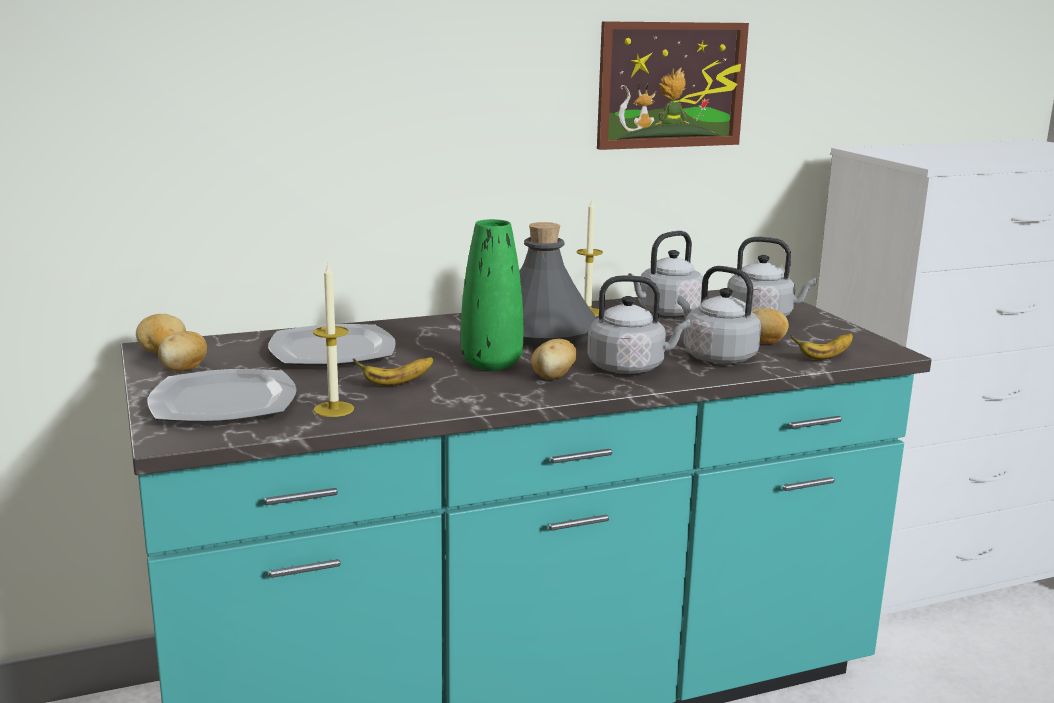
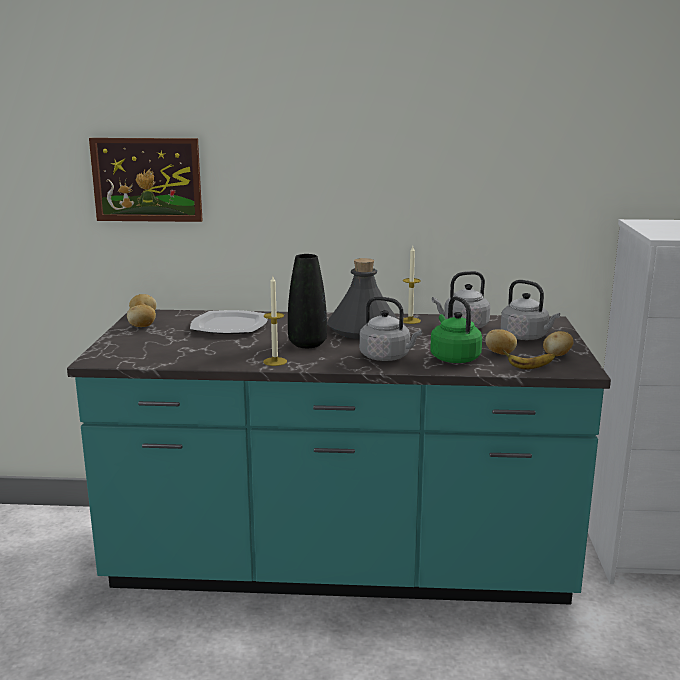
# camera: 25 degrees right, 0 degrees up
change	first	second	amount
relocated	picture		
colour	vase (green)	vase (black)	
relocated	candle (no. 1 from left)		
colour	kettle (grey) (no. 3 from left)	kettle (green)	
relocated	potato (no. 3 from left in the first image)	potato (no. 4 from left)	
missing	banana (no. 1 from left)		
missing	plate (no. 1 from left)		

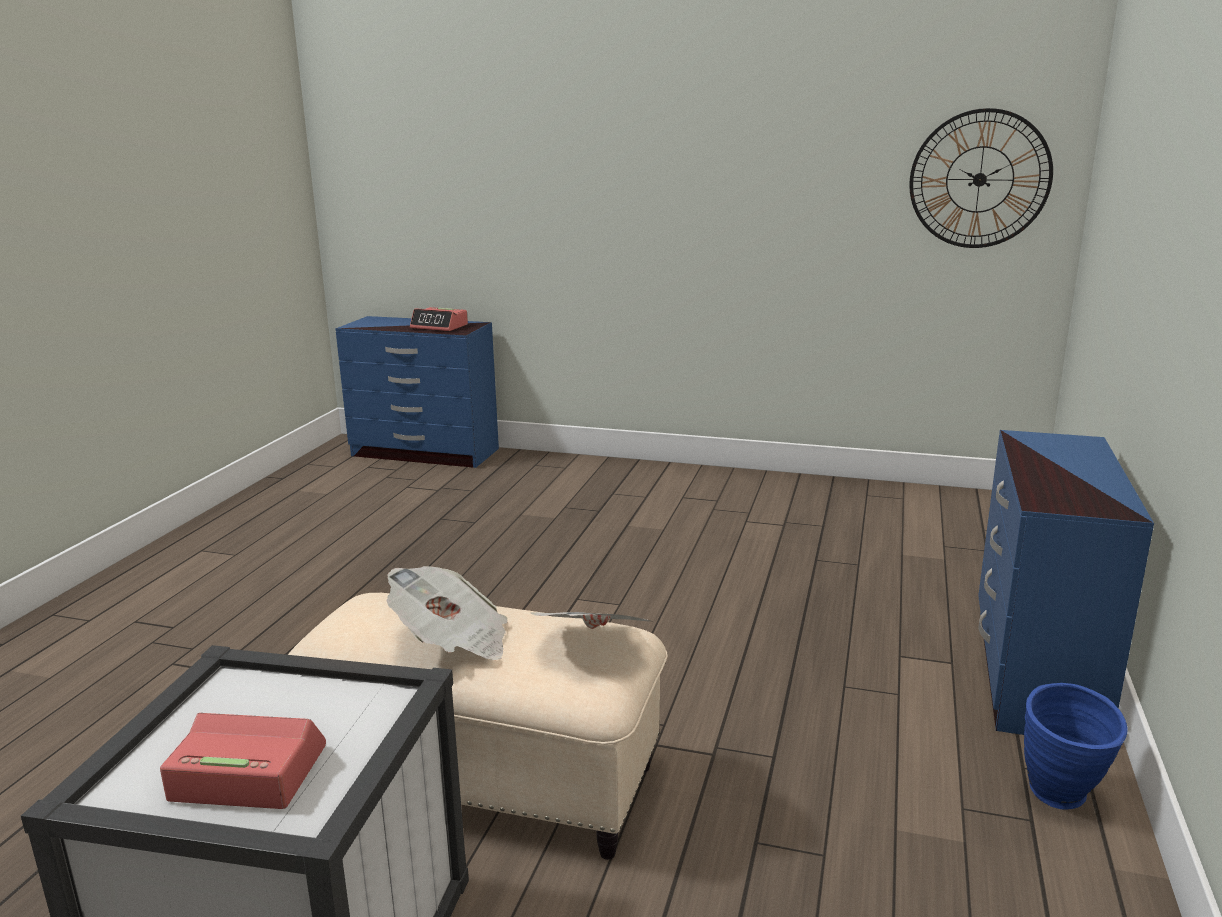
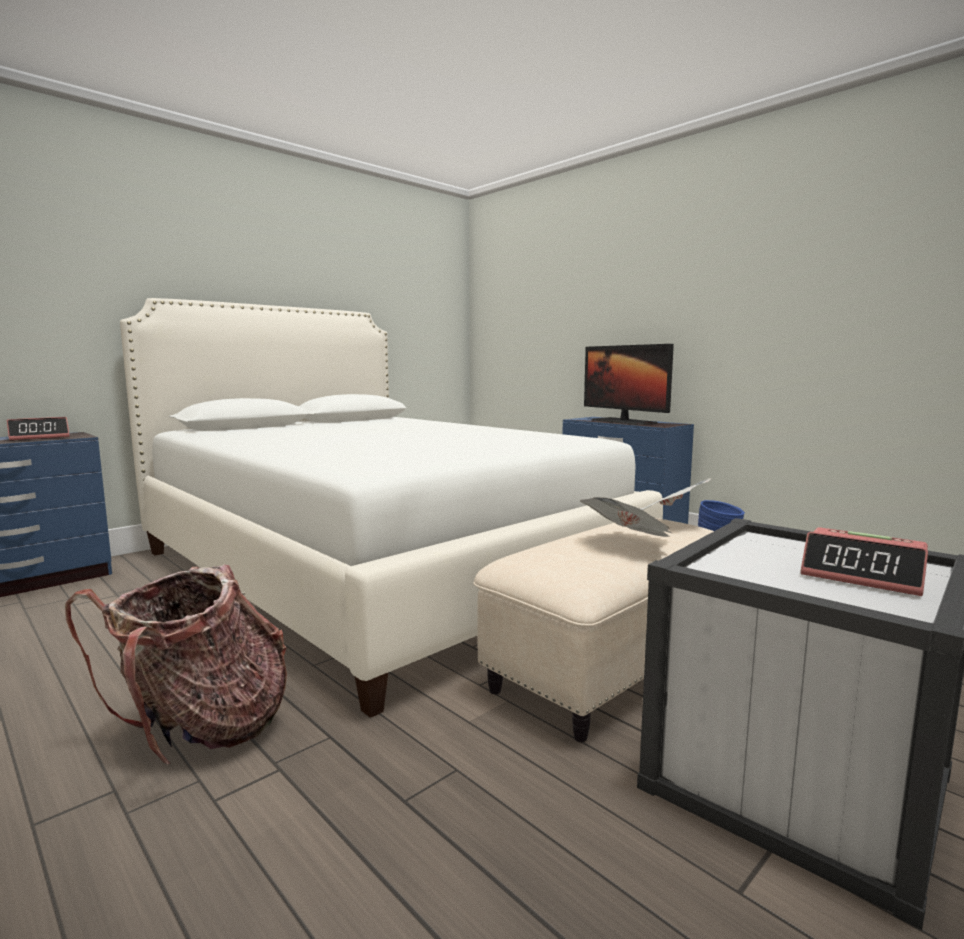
# camera: 60 degrees left, 10 degrees down
change	first	second	amount
missing	wall clock		
spun	alarm clock (no. 1 from left in the first image)	alarm clock (no. 2 from left)	90 degrees counterclockwise
appeared		bed (white)	
appeared		monitor	
appeared		backpack	

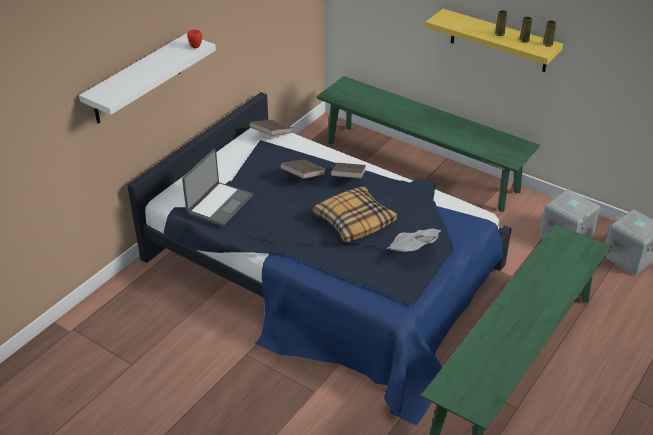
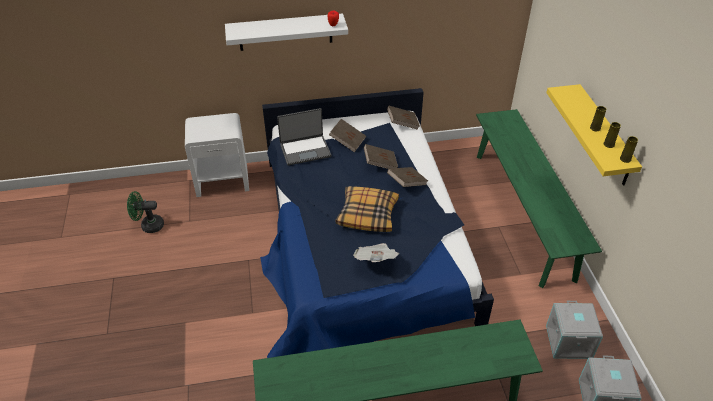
# camera: 45 degrees right, 5 degrees up
change	first	second	amount
appeared		nightstand (white)	
appeared		book (brown) (no. 1 from left)	
appeared		fan (green)	

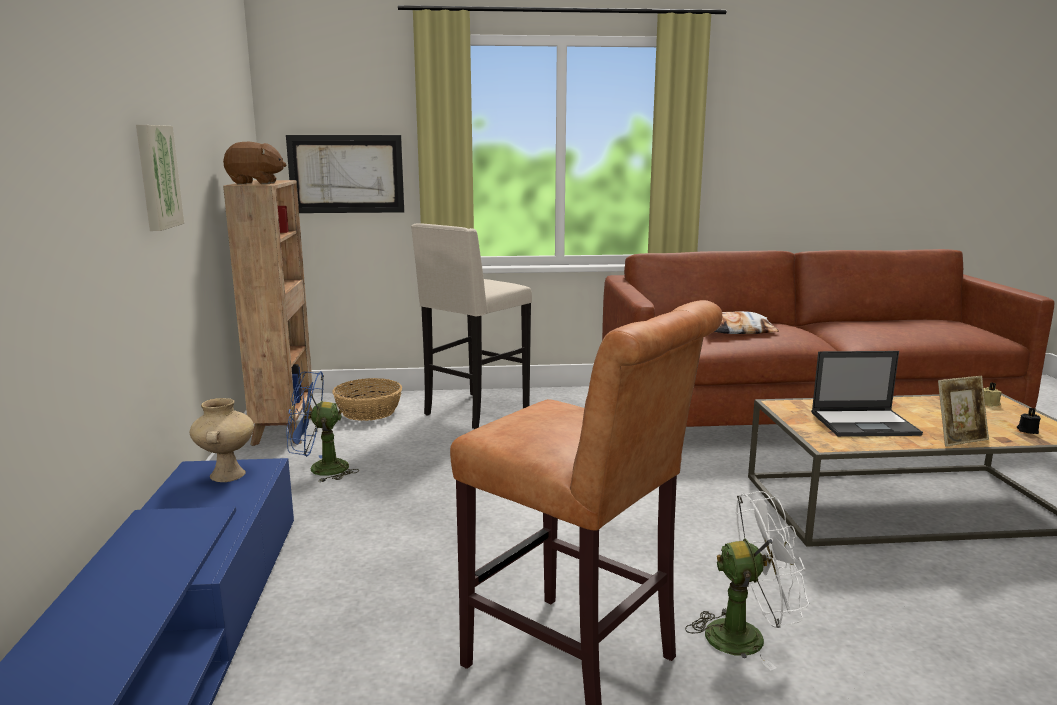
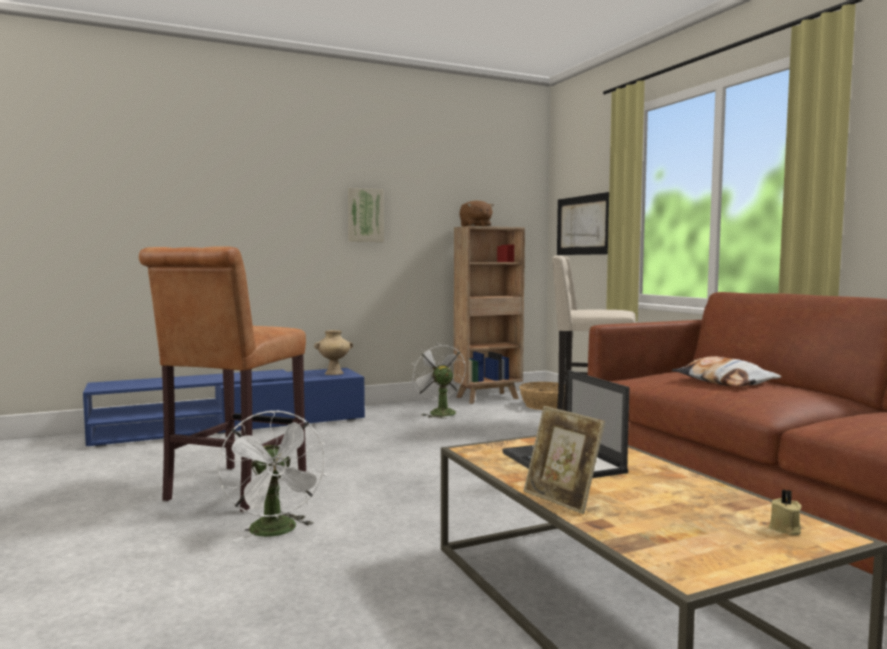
# camera: 70 degrees right, 10 degrees down
change	first	second	amount
colour	fan (blue)	fan (white) (no. 2 from left)	
missing	candle (black)		

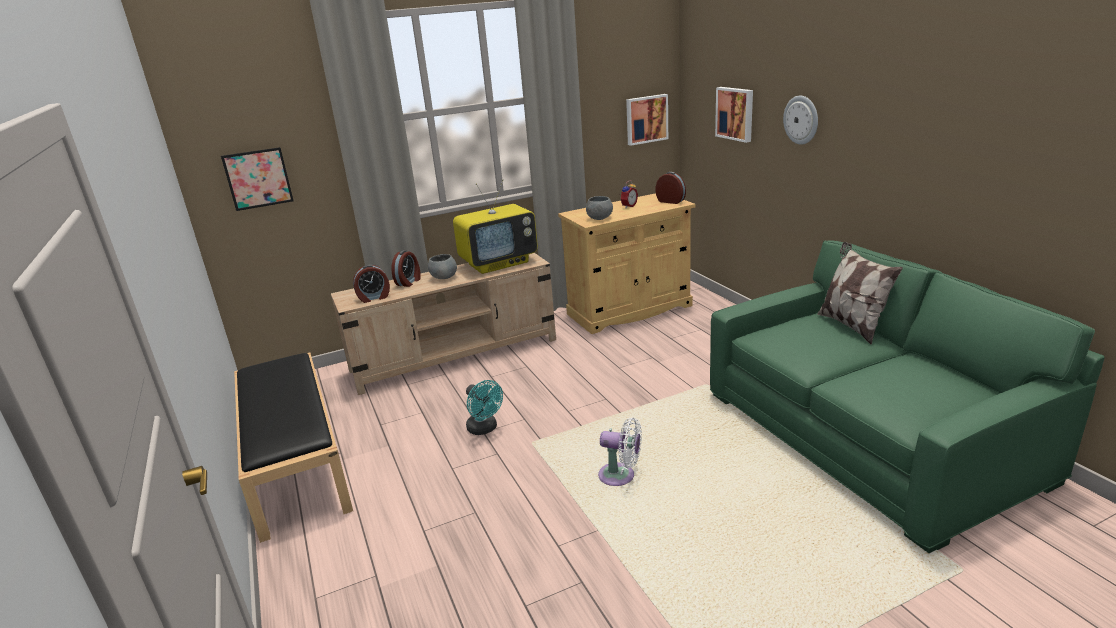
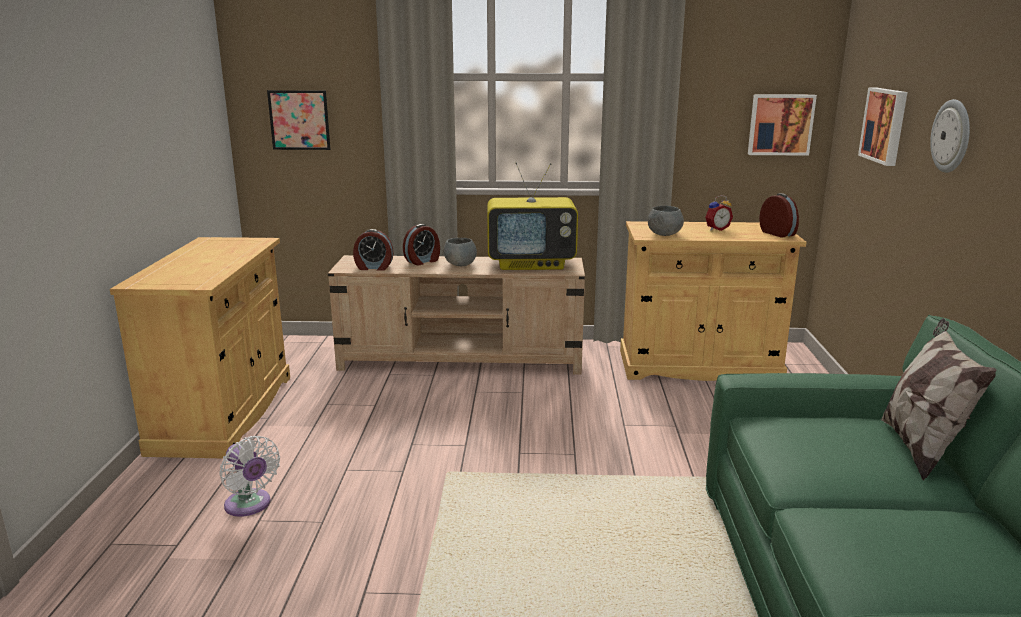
# camera: 25 degrees right, 5 degrees down
change	first	second	amount
exchanged	bench (black)	cabinet (beige) (no. 1 from left)	
missing	fan (turquoise)		
relocated	fan (white)		

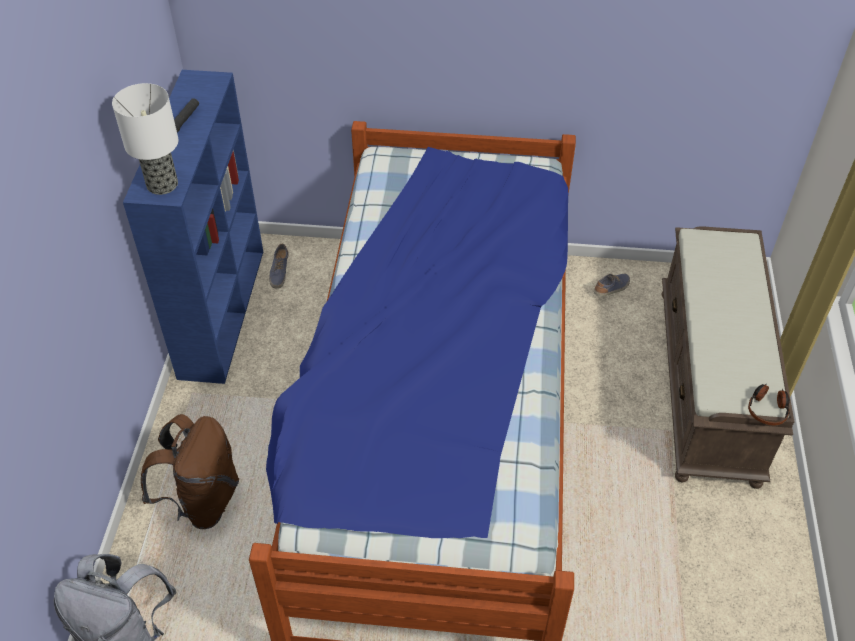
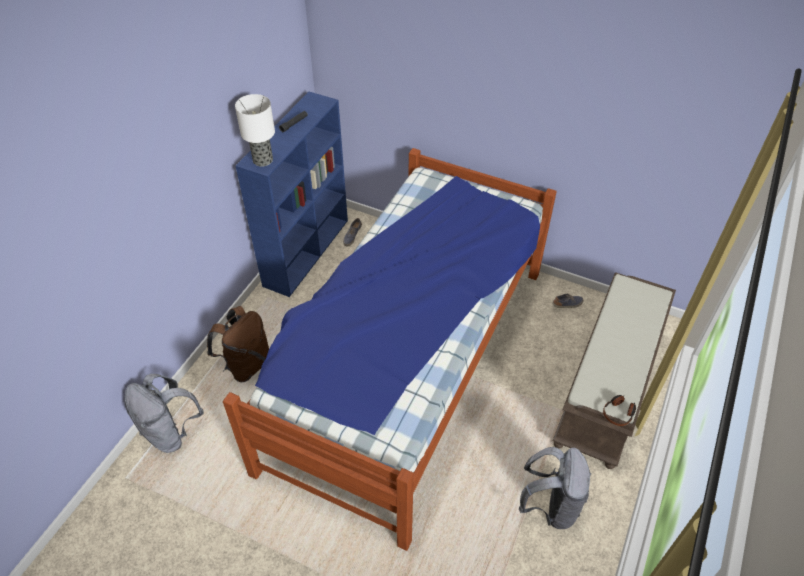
# camera: 20 degrees right, 0 degrees up
change	first	second	amount
appeared		backpack (grey) (no. 2 from left)	

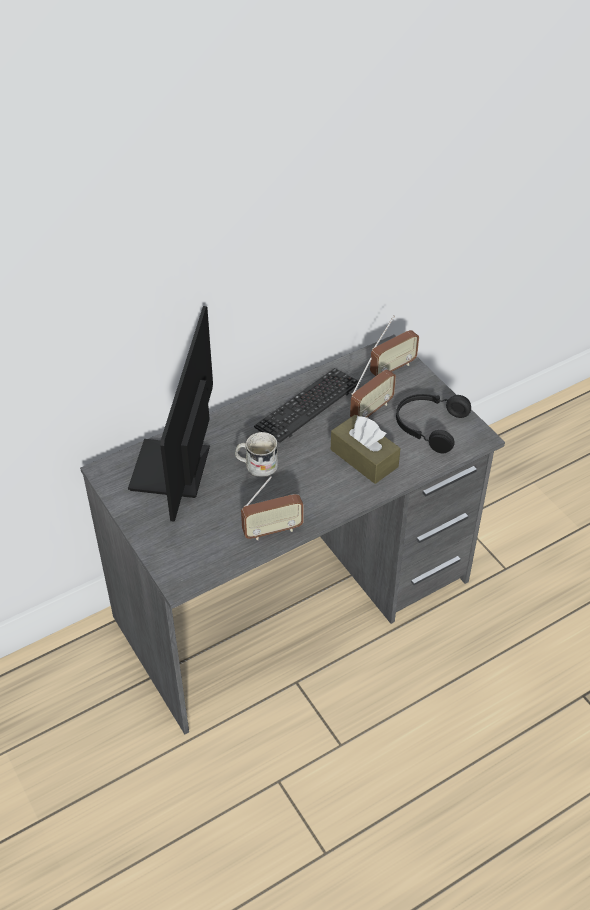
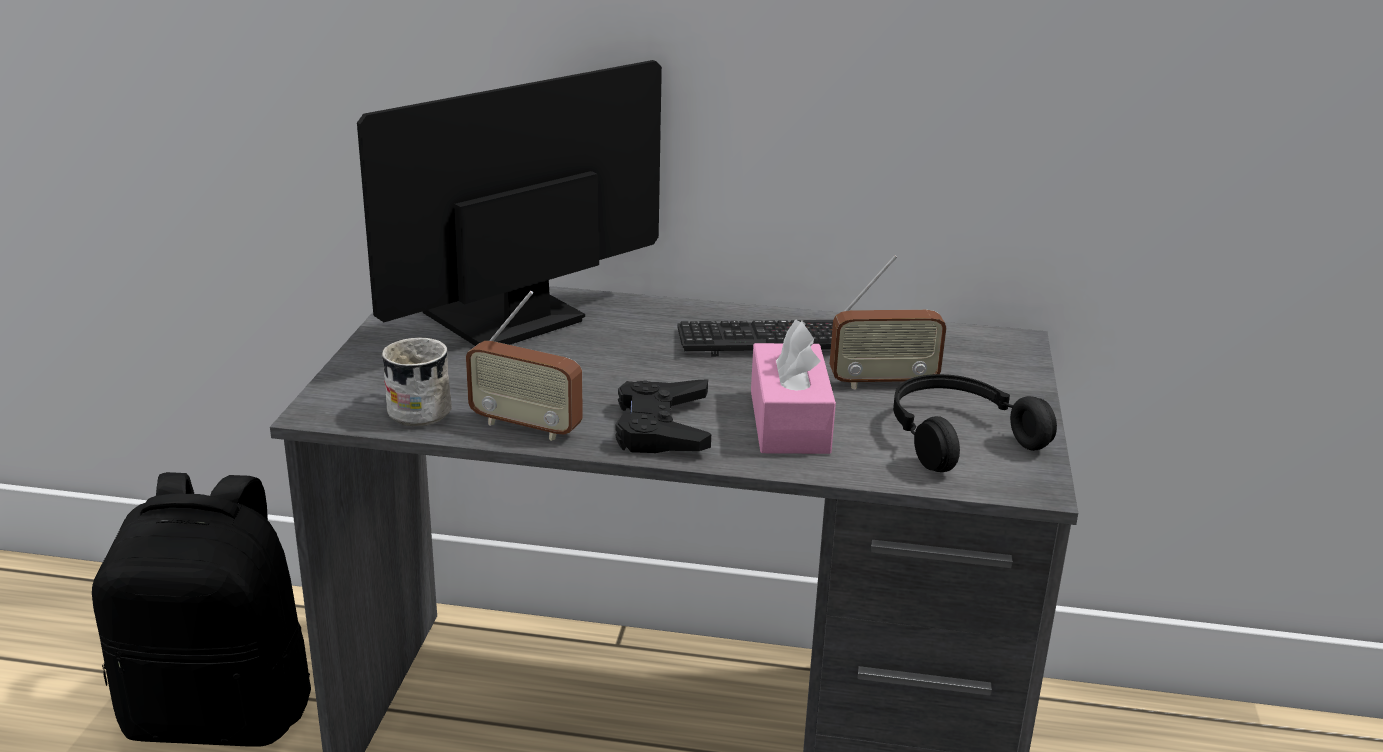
# camera: 40 degrees right, 20 degrees down
change	first	second	amount
missing	radio (no. 3 from left)		
colour	tissue box (brown)	tissue box (pink)	
relocated	mug (white)		
appeared		game controller (black)	
appeared		backpack (black)	

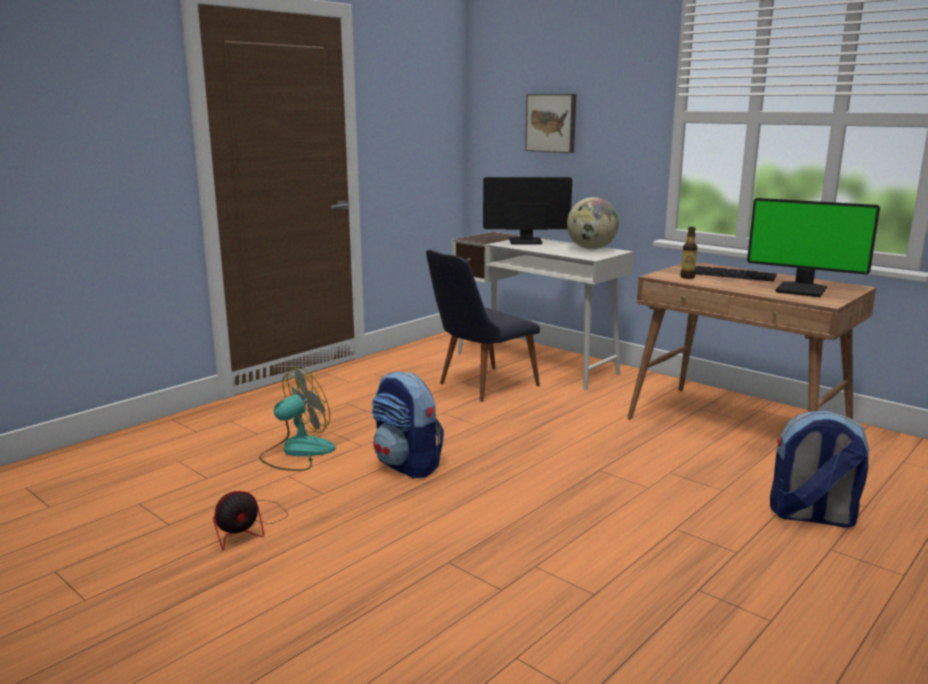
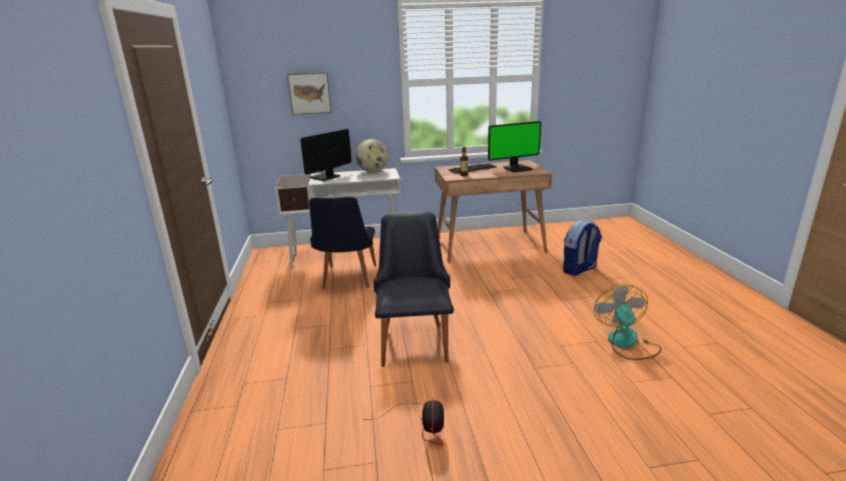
# camera: 50 degrees left, 5 degrees up
change	first	second	amount
relocated	fan (no. 2 from left)		
exchanged	backpack (no. 1 from left)	chair (black) (no. 2 from left)	

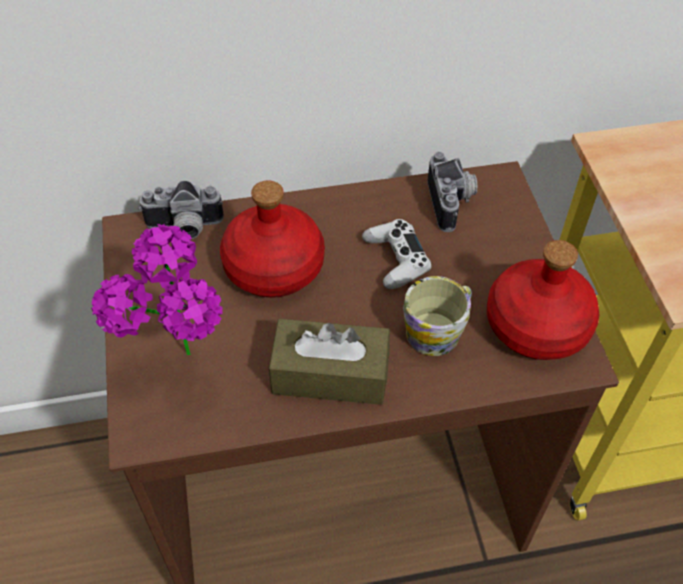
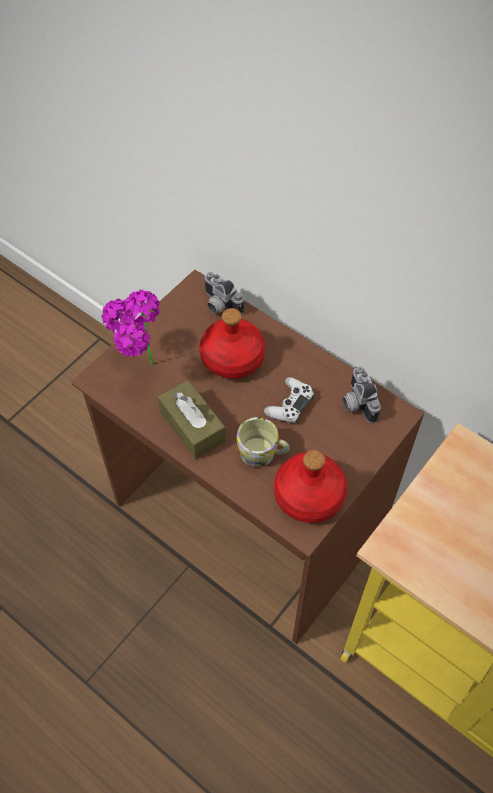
# camera: 50 degrees right, 5 degrees up
change	first	second	amount
spun	photo camera (no. 2 from left)		120 degrees clockwise

